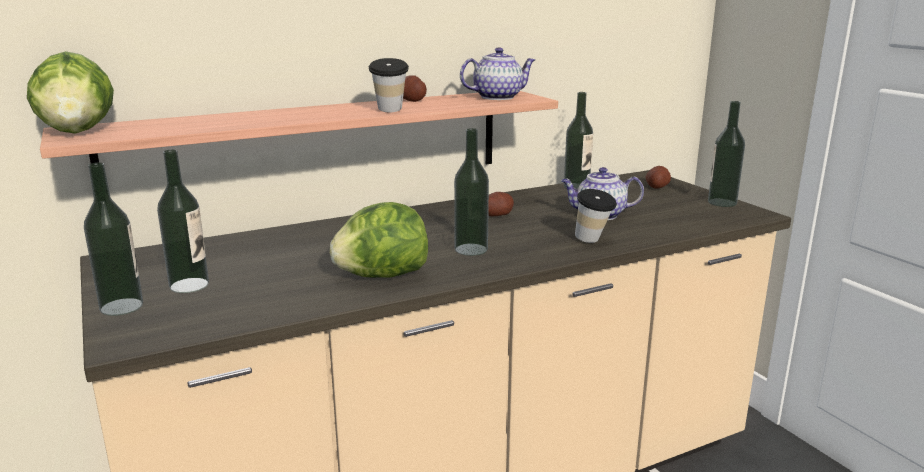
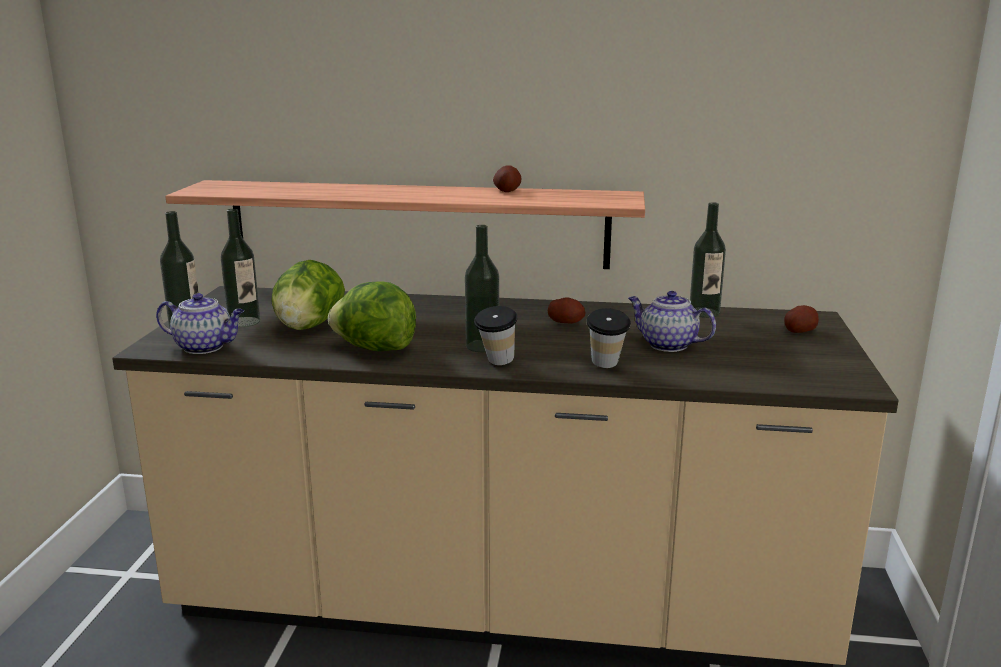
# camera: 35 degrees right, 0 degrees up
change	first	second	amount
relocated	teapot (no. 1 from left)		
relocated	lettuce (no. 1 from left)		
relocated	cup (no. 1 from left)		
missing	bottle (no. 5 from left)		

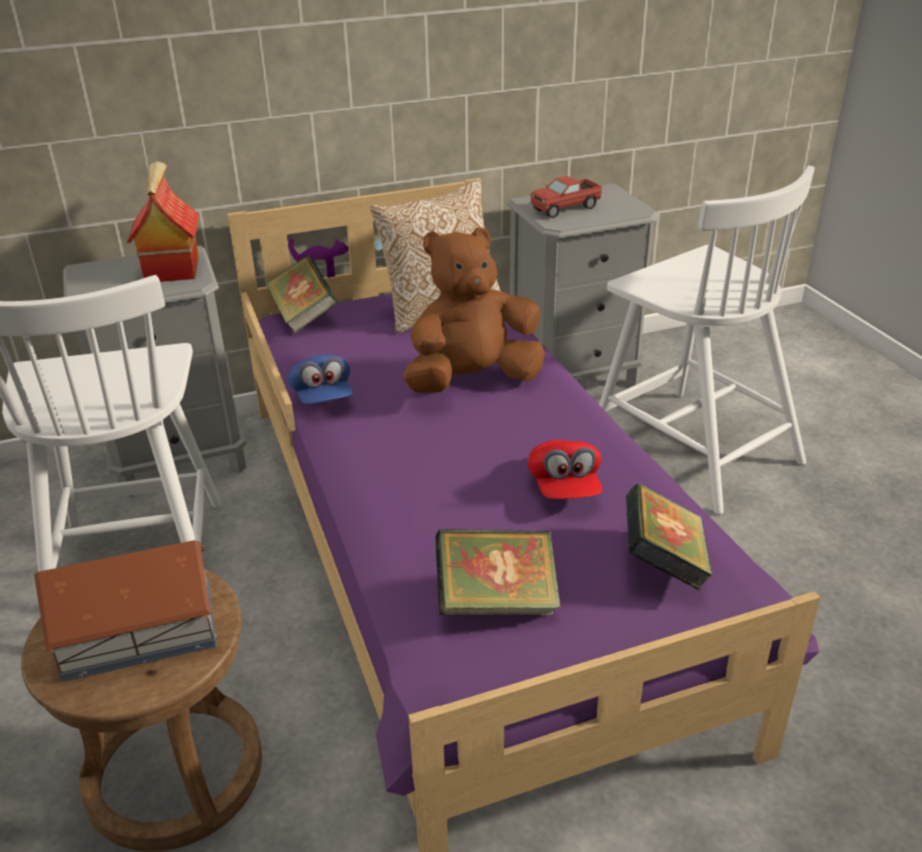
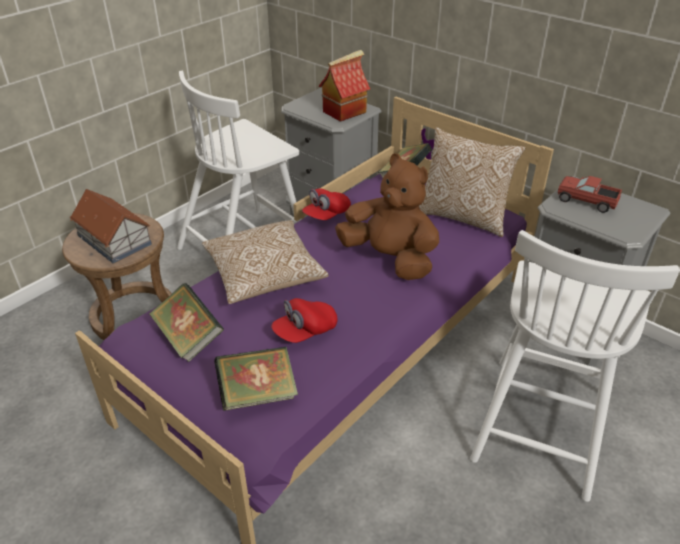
# camera: 60 degrees right, 5 degrees up
change	first	second	amount
colour	cap (blue)	cap (red) (no. 2 from left)	
appeared		pillow (no. 1 from left)	

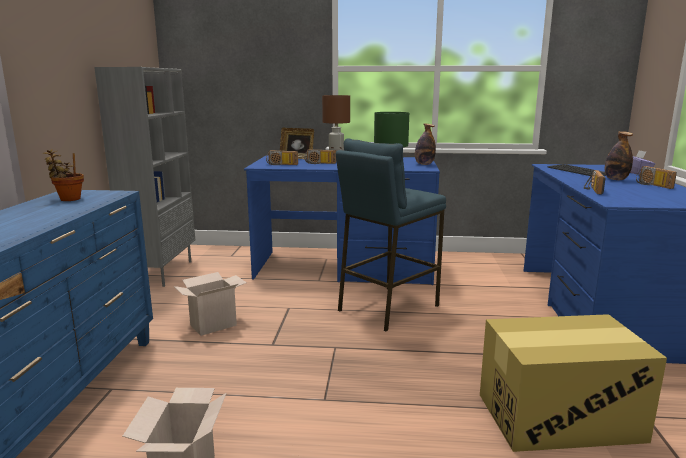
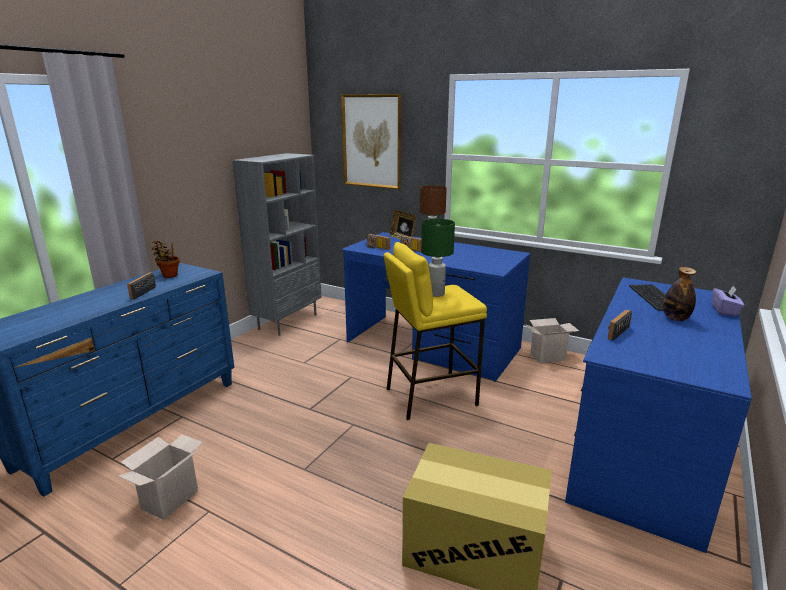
# camera: 25 degrees right, 5 degrees up
change	first	second	amount
missing	bottle (no. 1 from left)		
colour	stool (blue)	stool (yellow)	
relocated	radio (no. 4 from left in the first image)	radio (no. 1 from left)	
relocated	cardboard box (no. 2 from left in the first image)	cardboard box (no. 3 from left)	
appeared		picture	

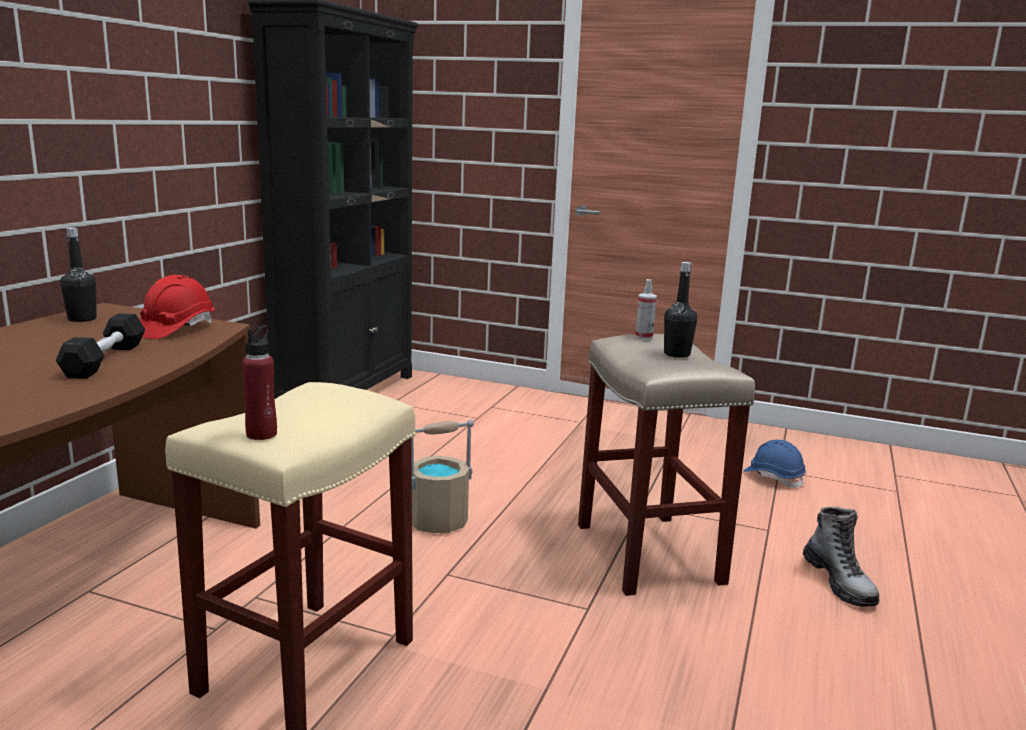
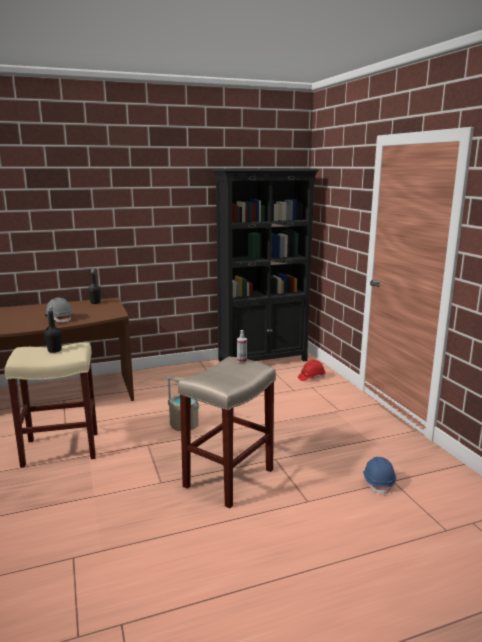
# camera: 50 degrees right, 0 degrees up
change	first	second	amount
relocated	bottle (black) (no. 2 from left in the first image)	bottle (black) (no. 1 from left)	
relocated	hard hat (red)		
exchanged	dumbbell (black)	hard hat (grey)	
missing	bottle (red)		
missing	boot		

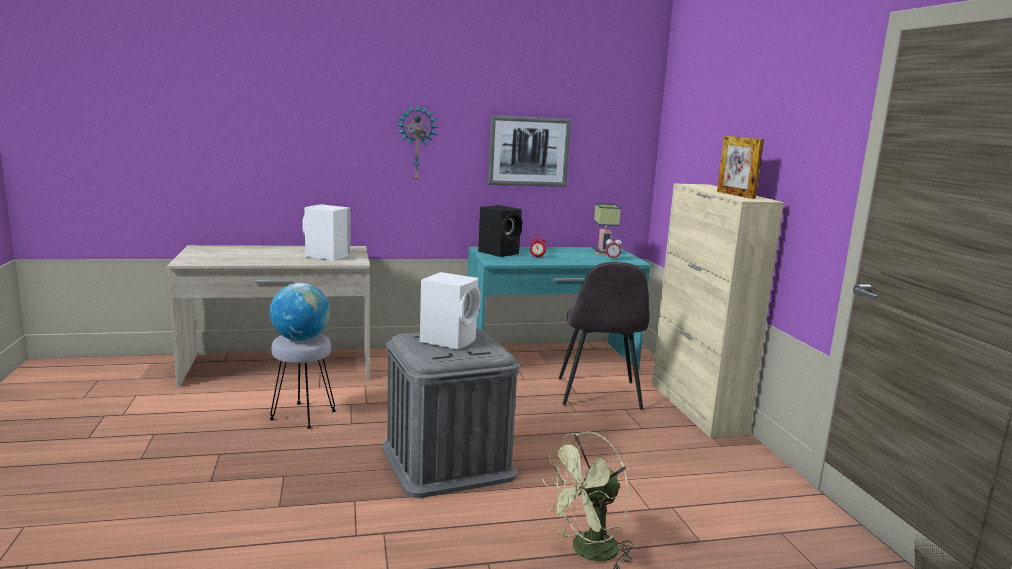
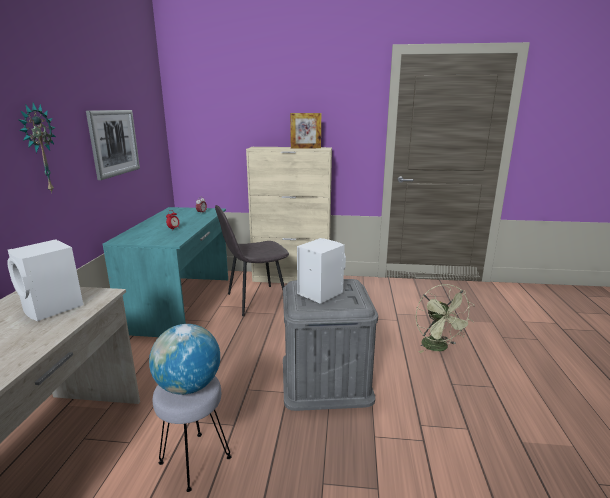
# camera: 70 degrees left, 5 degrees up
change	first	second	amount
missing	table lamp		
missing	speaker (black)		
spun	chair (grey)		135 degrees clockwise

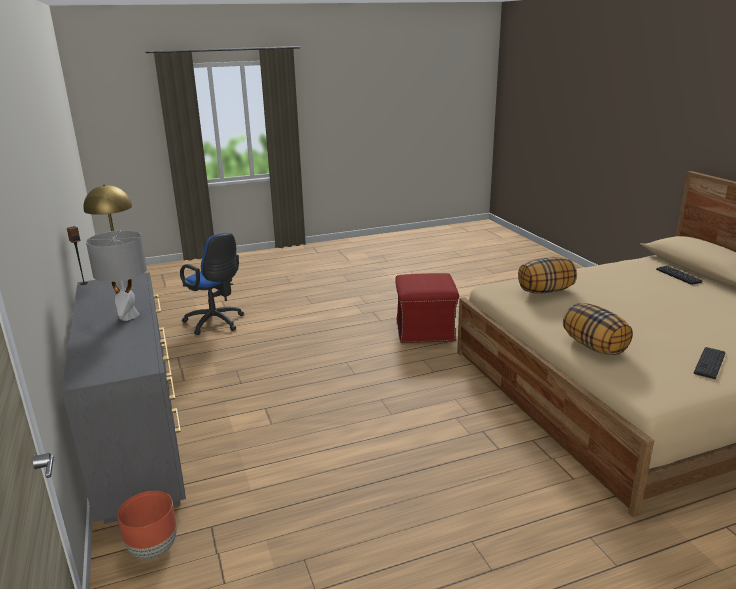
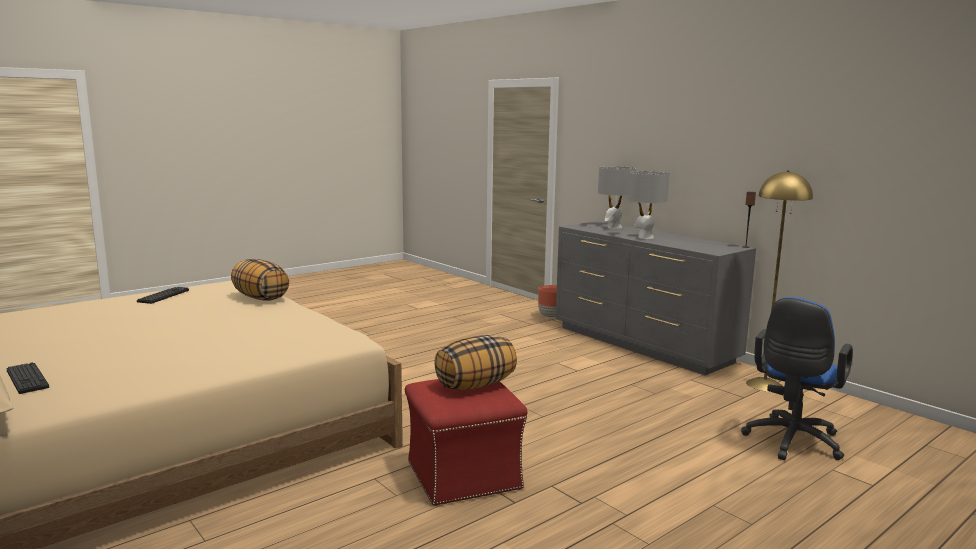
# camera: 160 degrees right, 10 degrees down
change	first	second	amount
spun	office chair (blue)		75 degrees counterclockwise
relocated	pillow (no. 1 from left in the first image)	pillow (no. 2 from left)	
appeared		table lamp (grey) (no. 1 from left)	

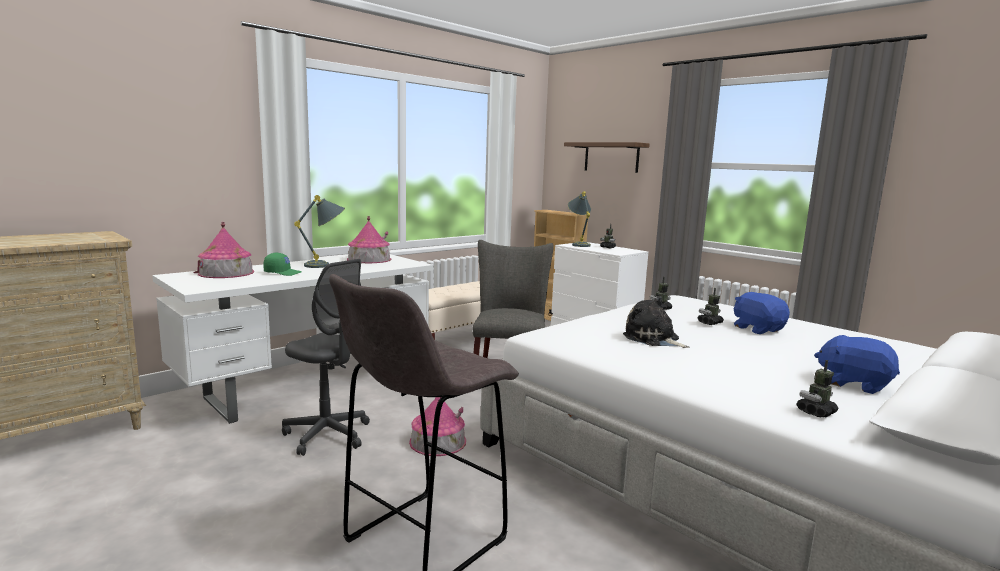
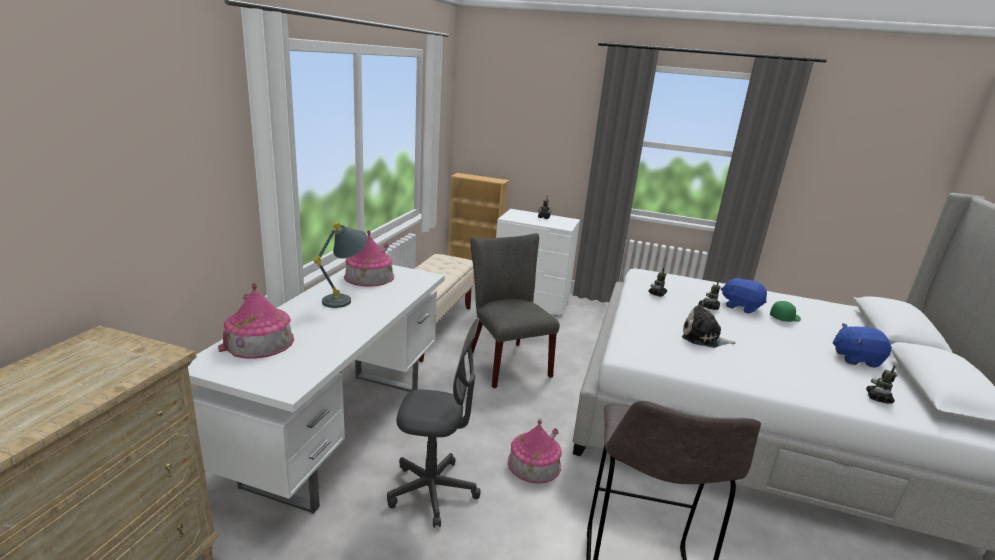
# camera: 30 degrees left, 10 degrees up
change	first	second	amount
missing	shelf		
missing	table lamp (grey) (no. 2 from left)		
relocated	cap (green)		

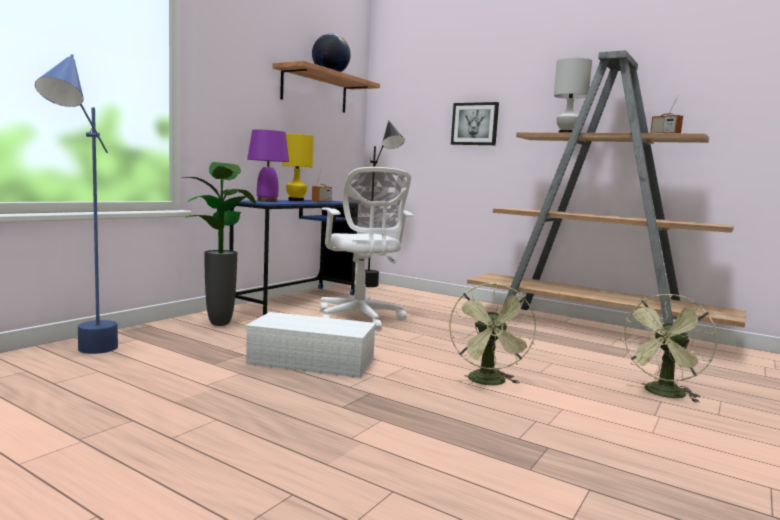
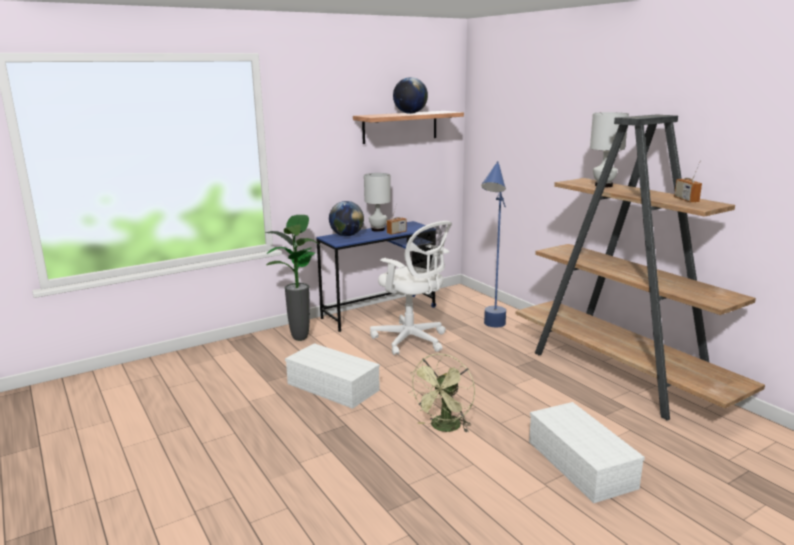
# camera: 25 degrees right, 10 degrees up
change	first	second	amount
relocated	floor lamp (blue)		
missing	picture		
missing	floor lamp (black)		
exchanged	table lamp (purple)	globe (no. 1 from left)	
colour	table lamp (yellow)	table lamp (white) (no. 1 from left)	
spun	office chair (white)		45 degrees counterclockwise
exchanged	fan (green) (no. 2 from left)	storage box (white) (no. 2 from left)	

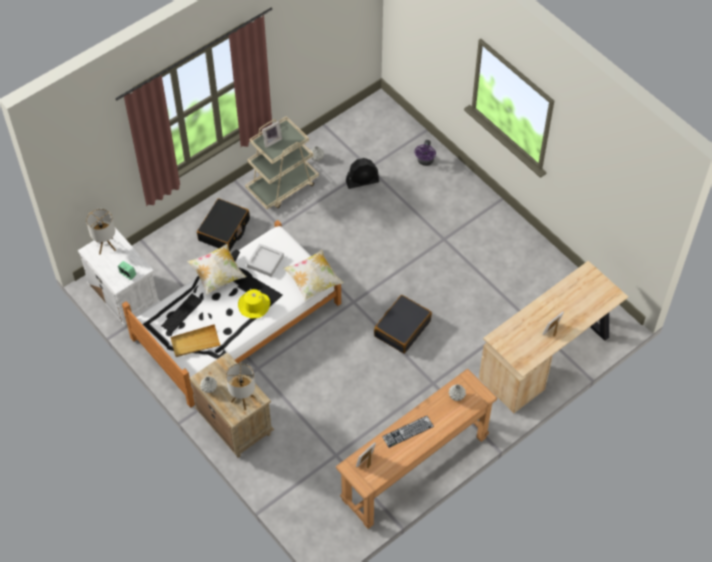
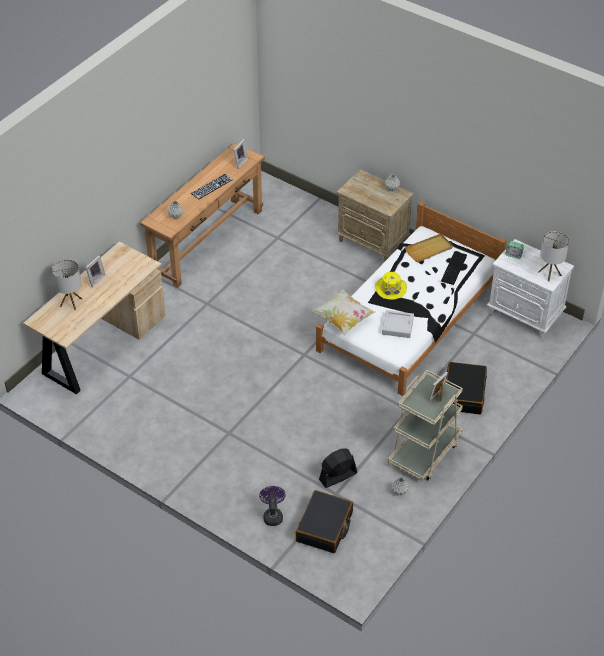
# camera: 165 degrees right, 10 degrees down
change	first	second	amount
missing	pillow (no. 1 from left)		
relocated	suitcase (black) (no. 2 from left in the first image)	suitcase (black) (no. 1 from left)	
relocated	table lamp (no. 2 from left in the first image)	table lamp (no. 1 from left)	

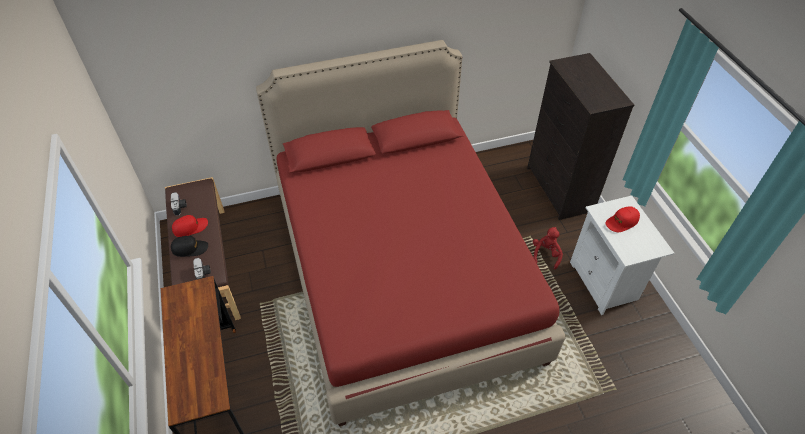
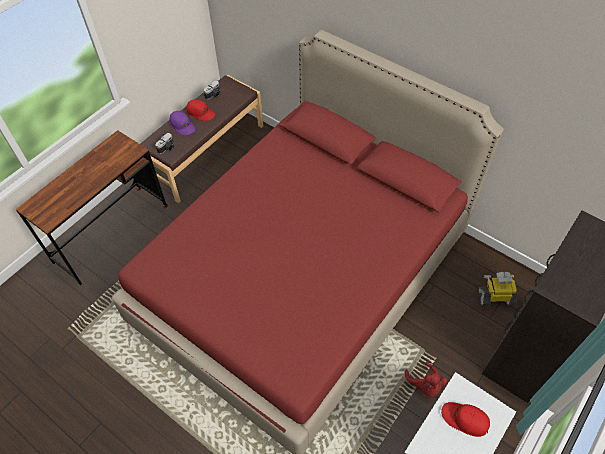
# camera: 55 degrees right, 5 degrees up
change	first	second	amount
spun	plush toy (red)		90 degrees clockwise
colour	cap (black)	cap (purple)	
appeared		toy robot	

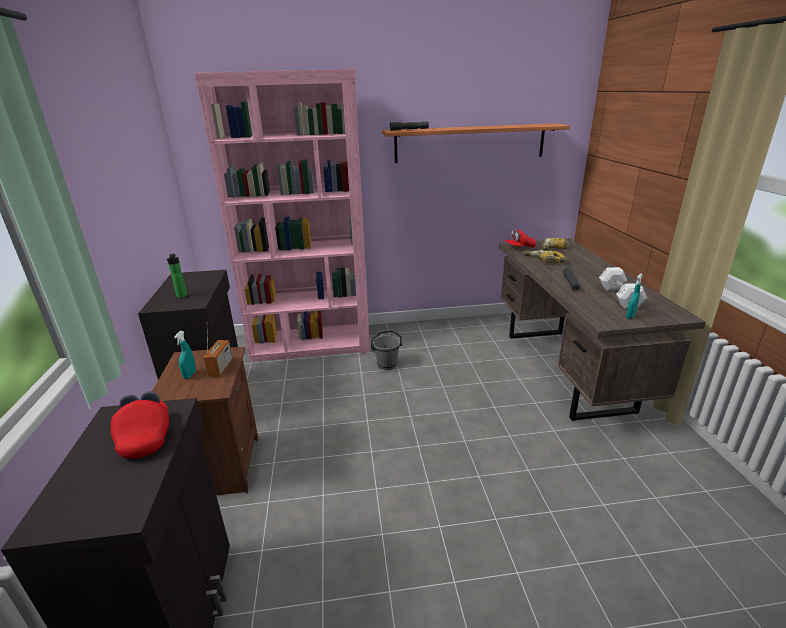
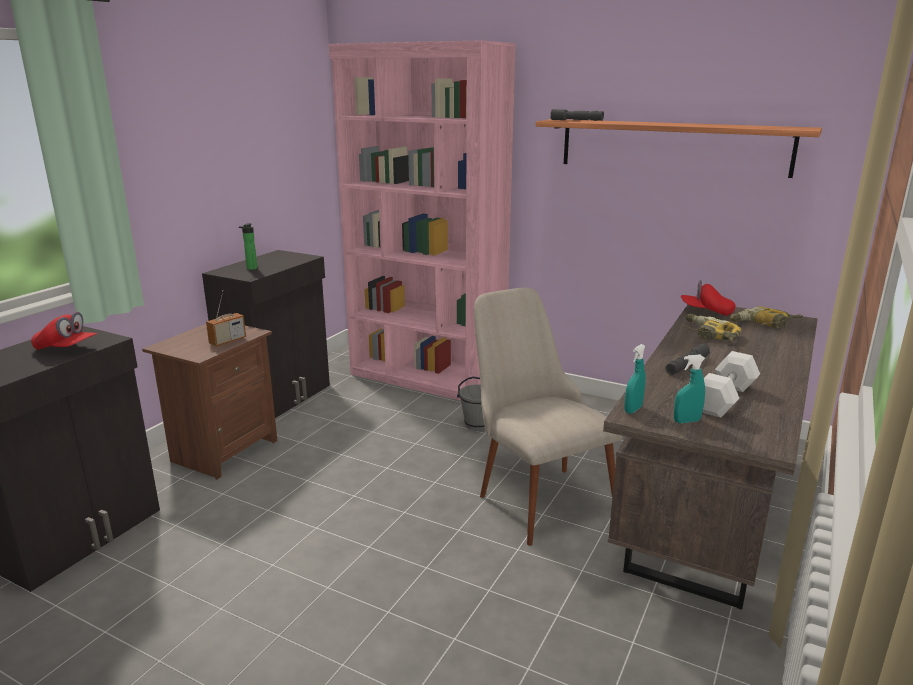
# camera: 35 degrees right, 5 degrees down
change	first	second	amount
relocated	spray bottle (turquoise) (no. 1 from left)		
spun	cap (red) (no. 1 from left)		90 degrees clockwise
appeared		chair (beige)	

